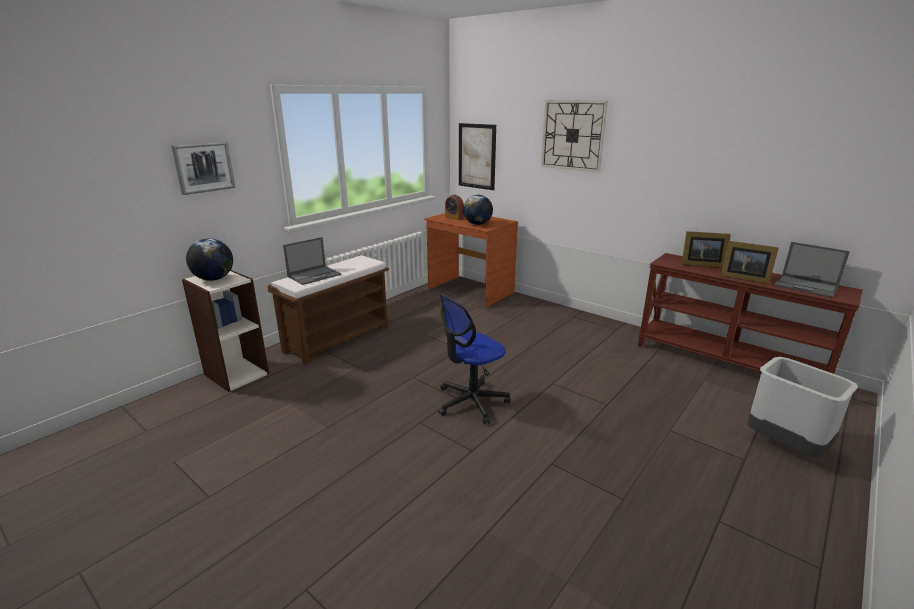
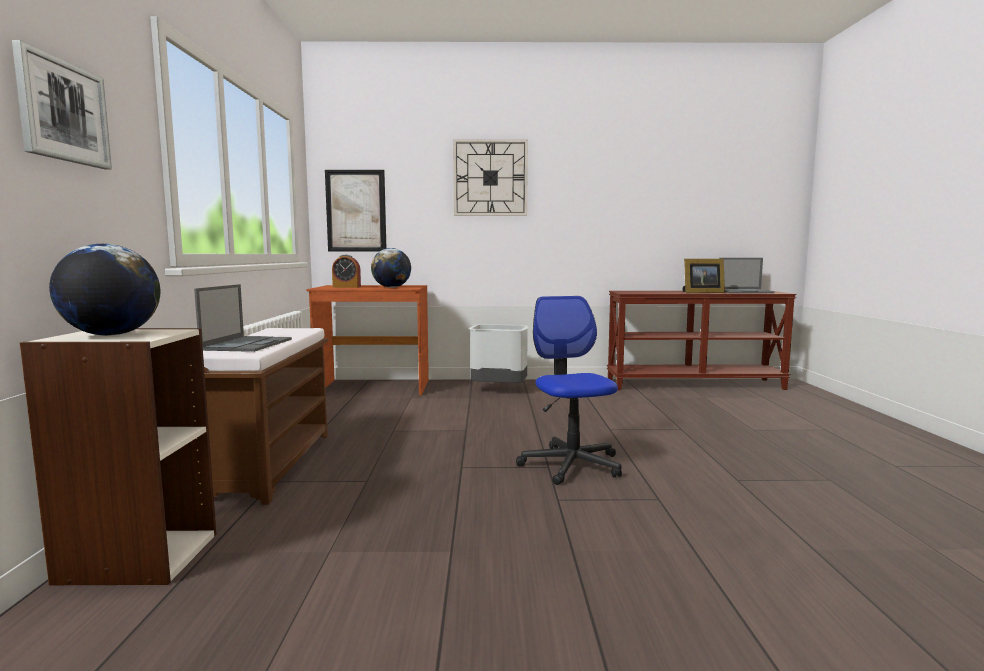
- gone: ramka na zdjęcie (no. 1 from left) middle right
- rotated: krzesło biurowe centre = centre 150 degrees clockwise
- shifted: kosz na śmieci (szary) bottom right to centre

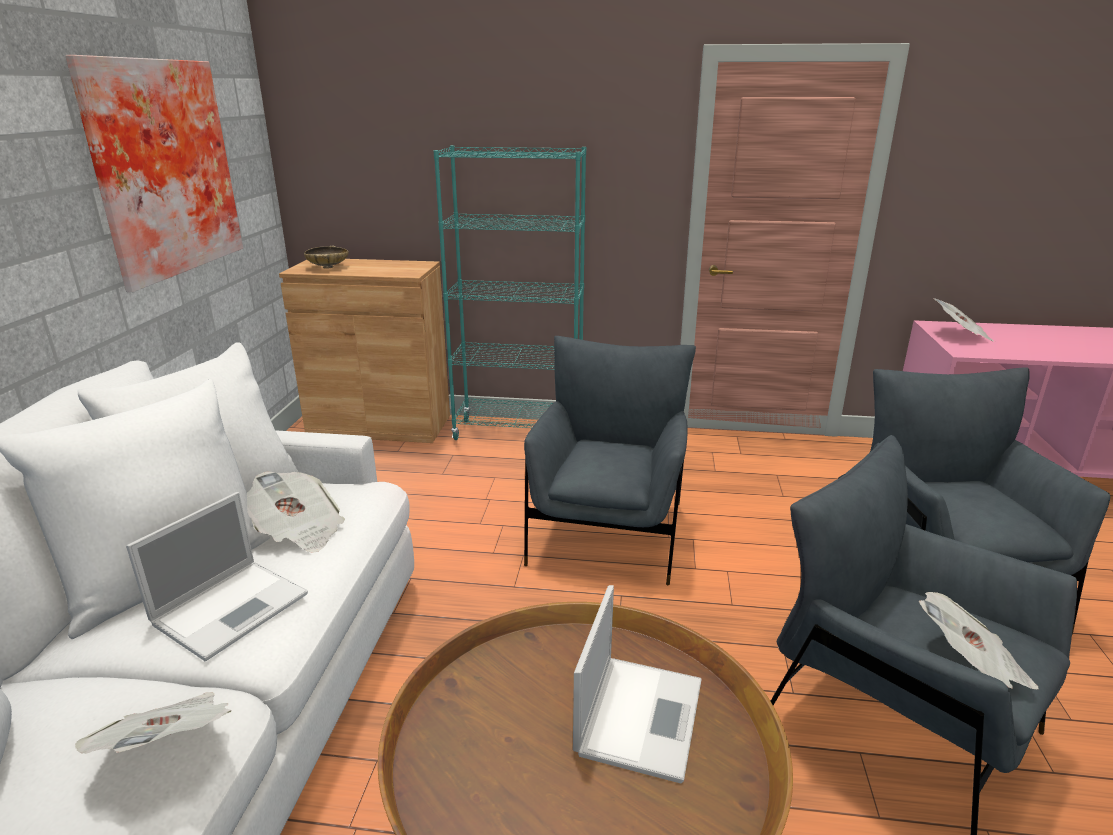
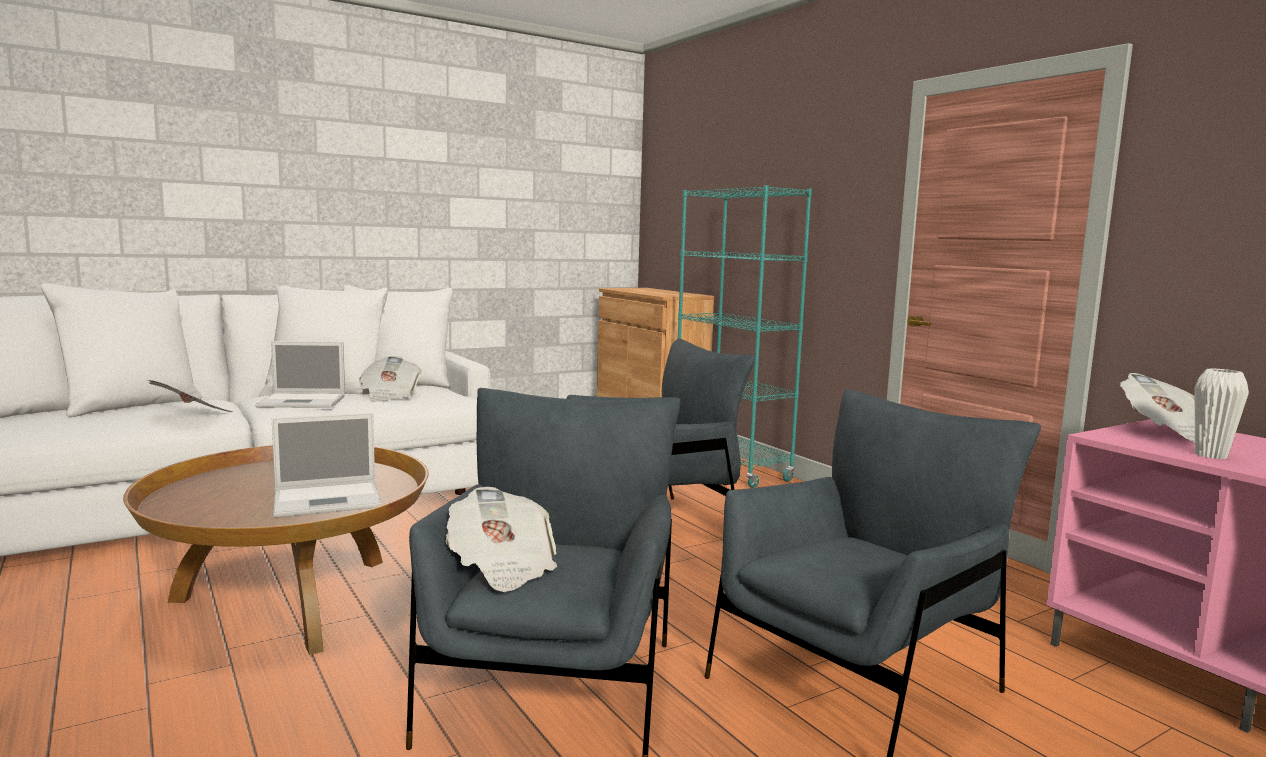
- gone: obraz top left
- gone: miska (beżowy) top left
- new: wazon (biały) middle right

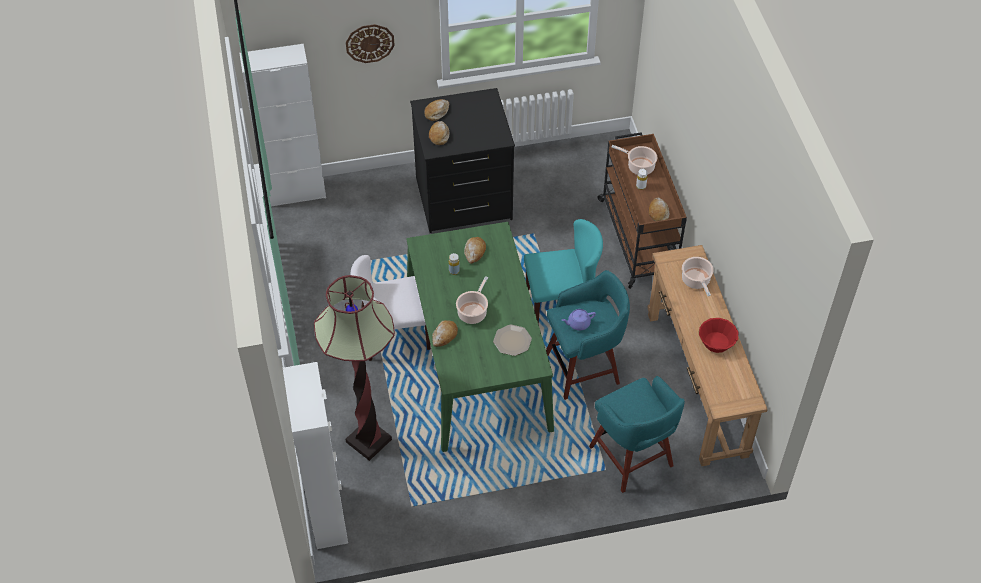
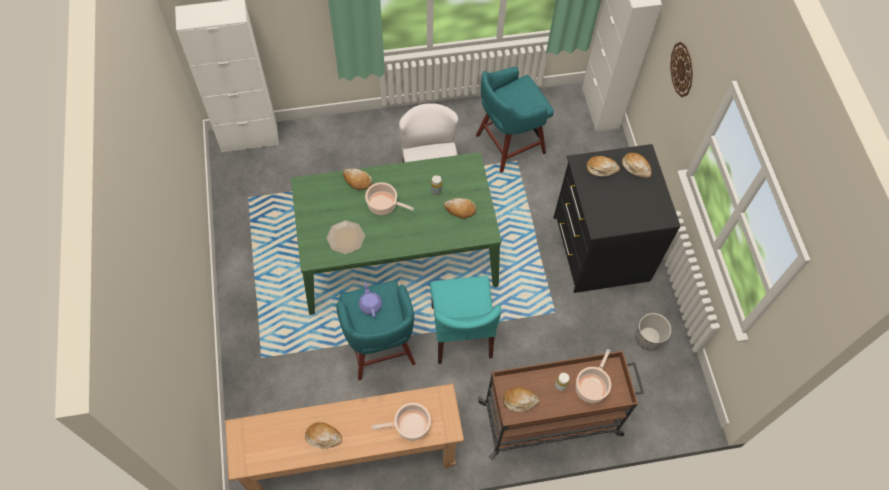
- gone: lampa stojąca centre
- swapped: miska (czerwony) middle right to chleb (no. 1 from left) bottom centre
- shifted: stołek (turkusowy) (no. 2 from left) bottom centre to top centre
- new: donica bottom right

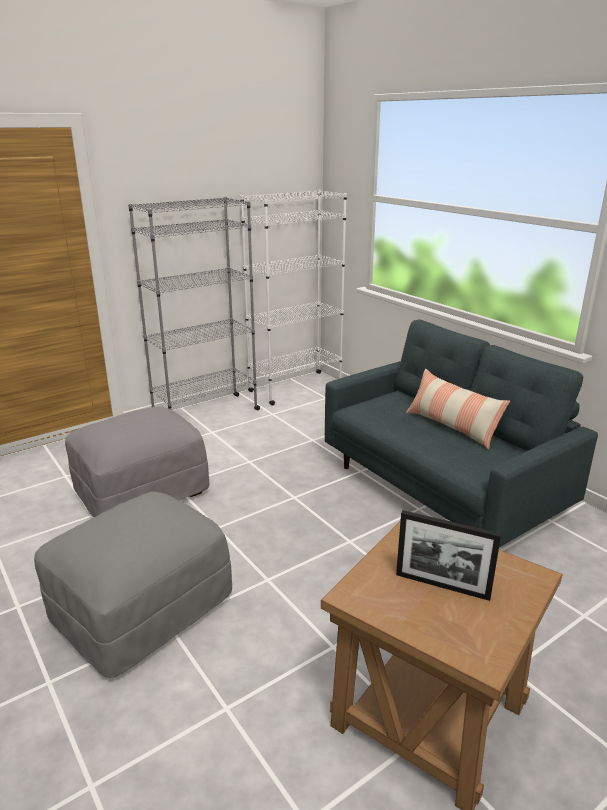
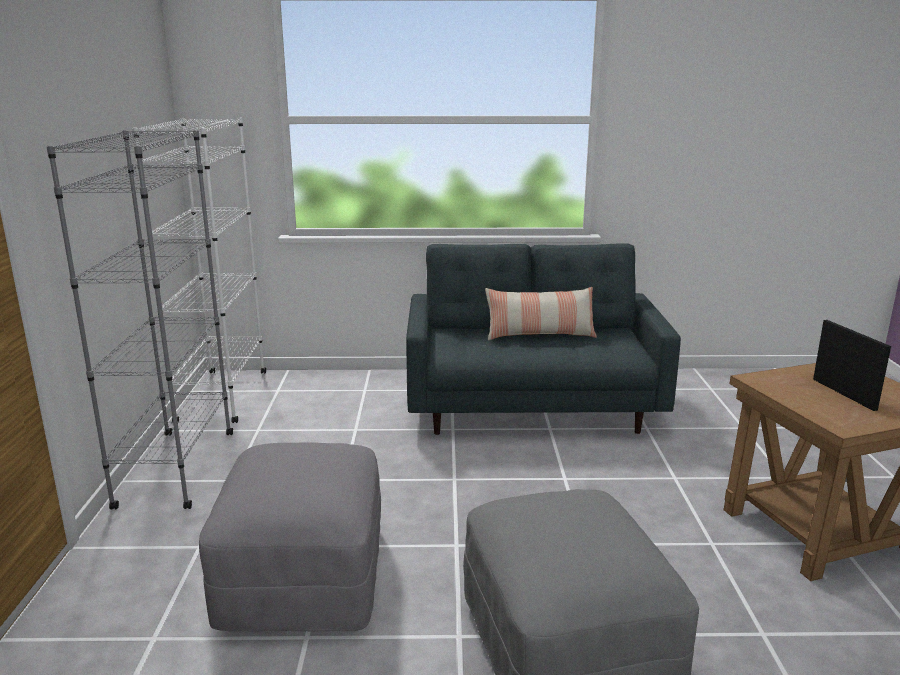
- rotated: ramka na zdjęcie bottom right = middle right 75 degrees counterclockwise

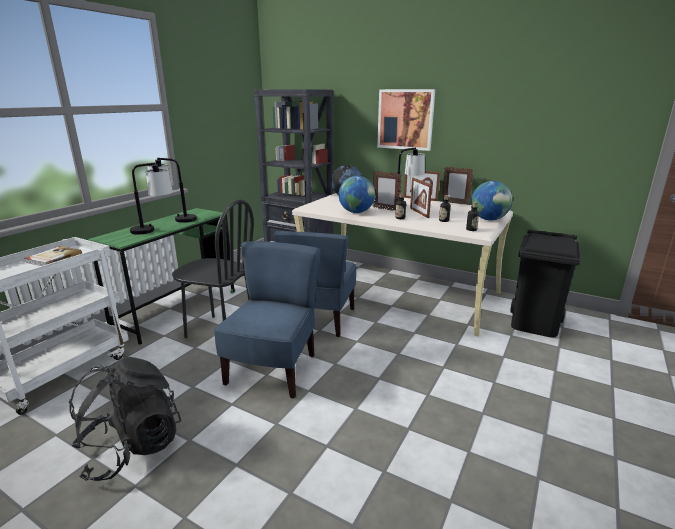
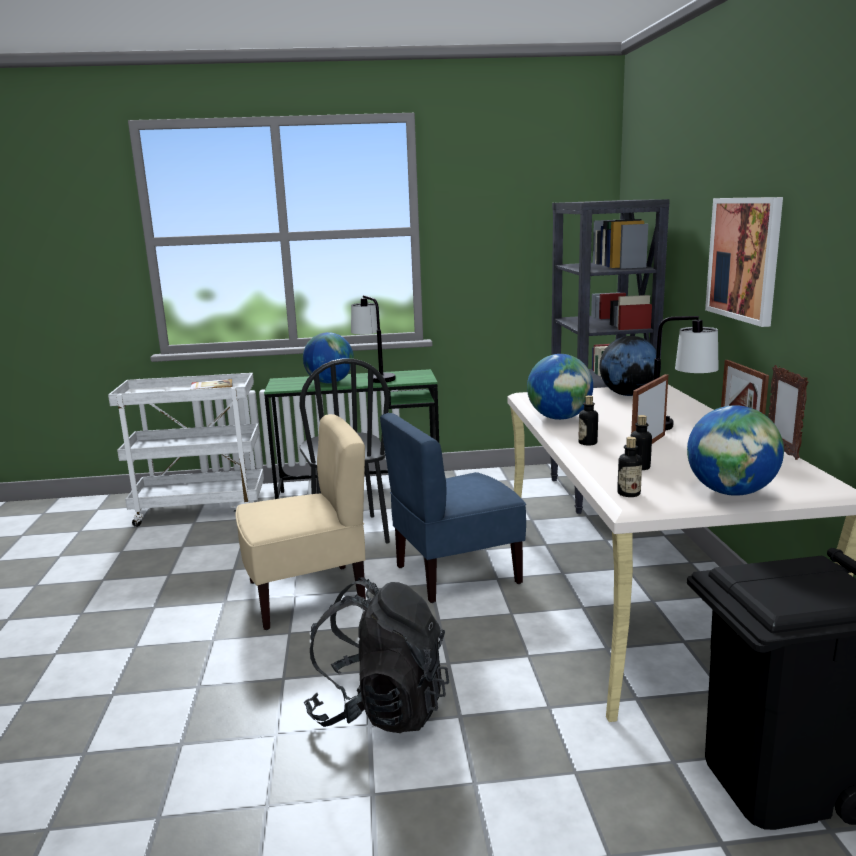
- swapped: lampa stołowa (no. 1 from left) middle left to globus (no. 1 from left) centre
- gone: ramka na zdjęcie (no. 1 from left) centre
- repainted: krzesło (niebieski) (no. 1 from left) centre to krzesło (beżowy) centre
- shifted: plecak (czarny) bottom left to bottom centre

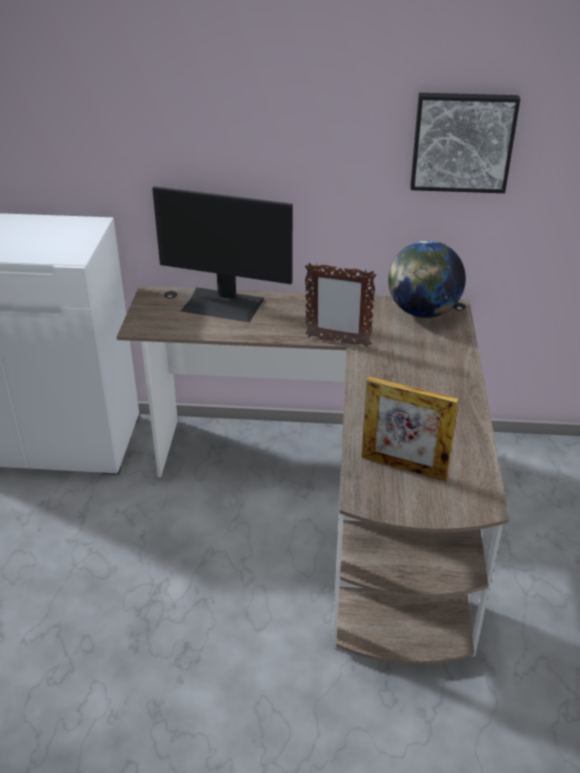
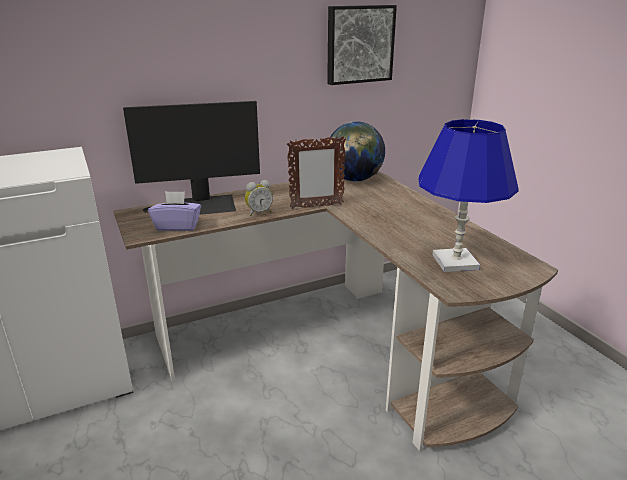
- swapped: ramka na zdjęcie (no. 2 from left) middle right to lampa stołowa (niebieski) middle right
- new: budzik centre
- new: pudełko chusteczek (fioletowy) middle left

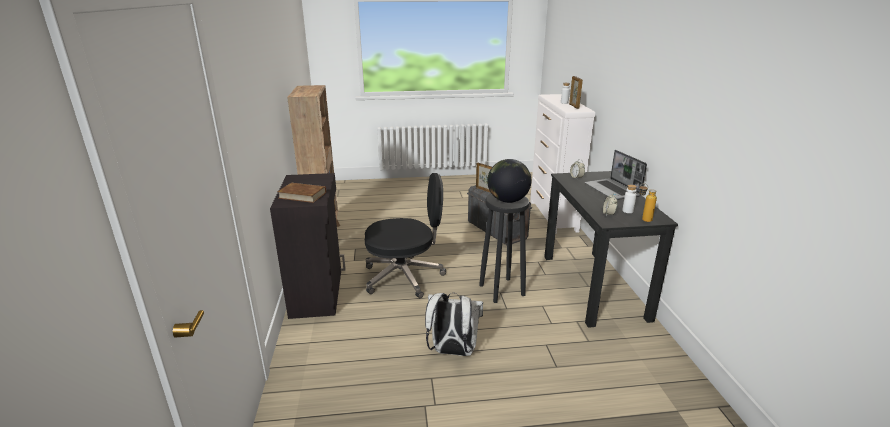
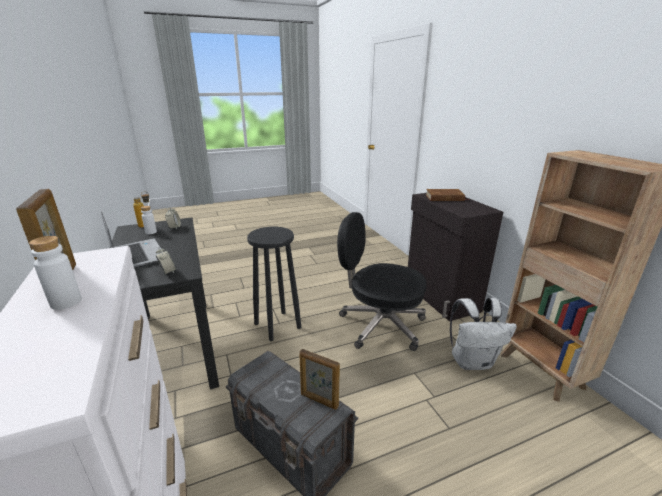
- gone: globus centre
- rotated: krzesło biurowe (czarny) centre = centre 45 degrees clockwise
- shifted: plecak (biały) bottom centre to bottom right

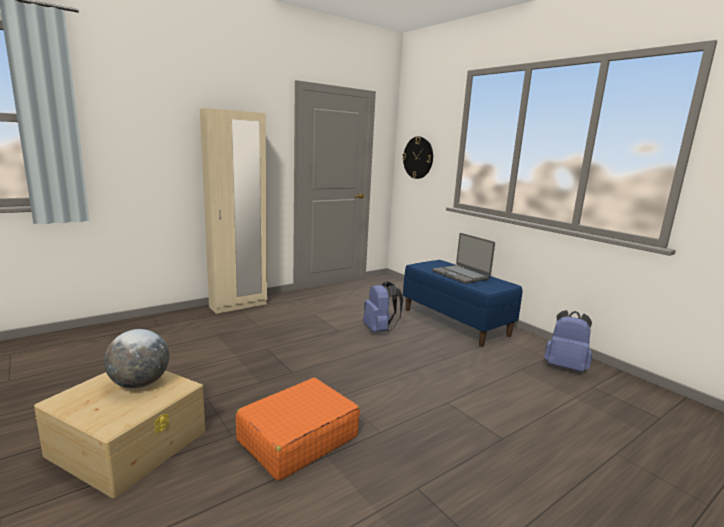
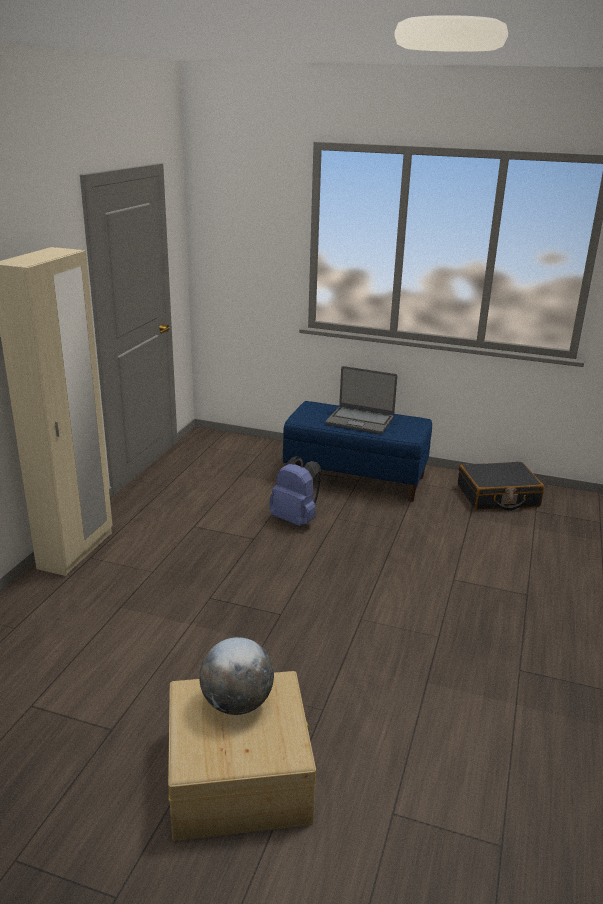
- gone: zegar ścienny top centre
- swapped: plecak (niebieski) (no. 2 from left) middle right to walizka (czarny) middle right
- gone: walizka (pomarańczowy) bottom centre

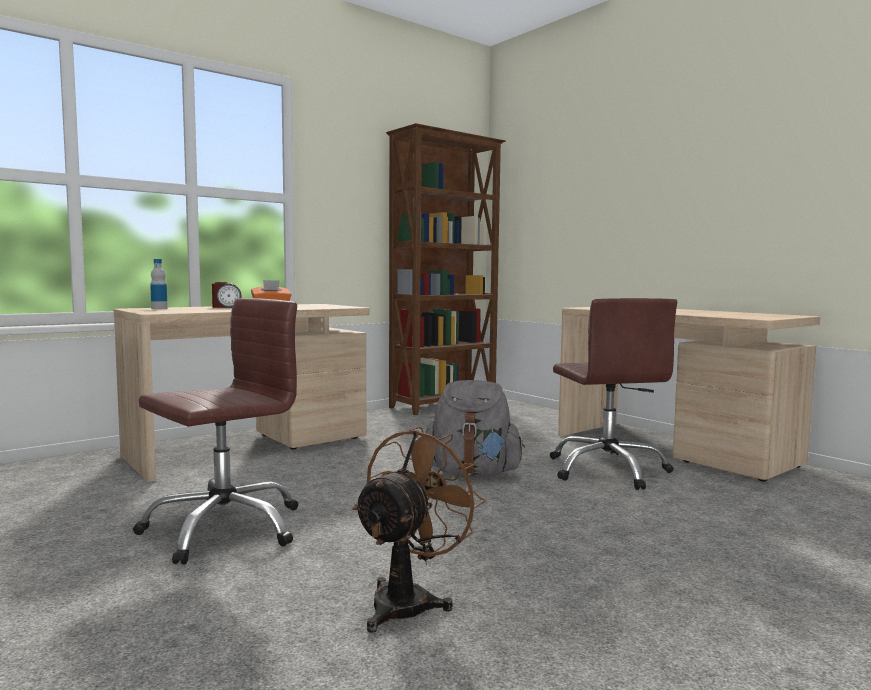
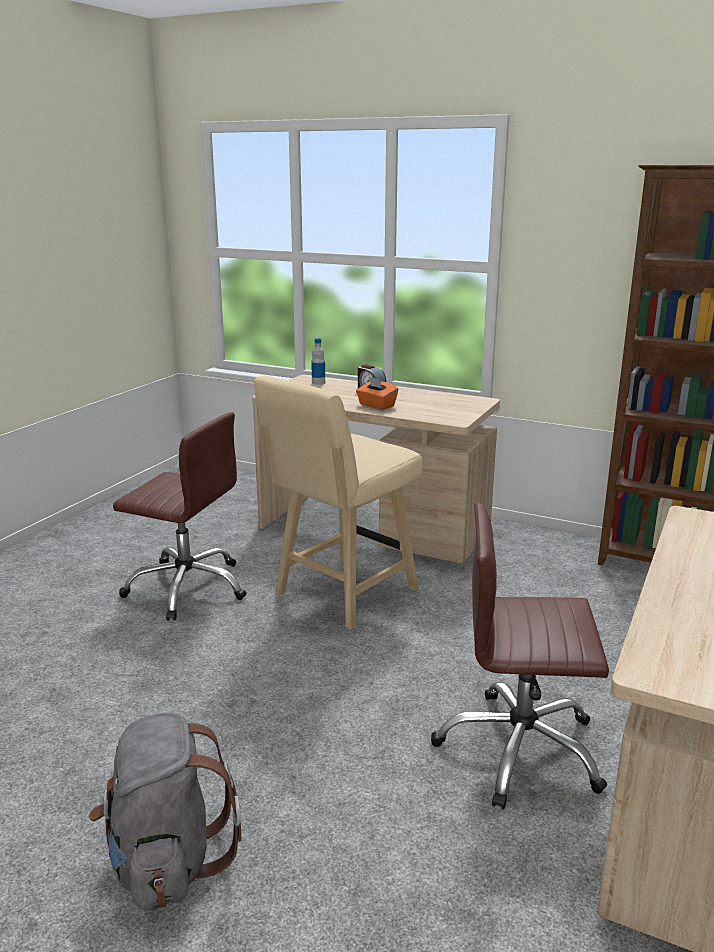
- rotated: krzesło biurowe (brązowy) (no. 2 from left) middle right = bottom right 45 degrees clockwise
- shifted: plecak (szary) centre to bottom left
- gone: wentylator (brązowy) bottom centre
- new: stołek (beżowy) centre

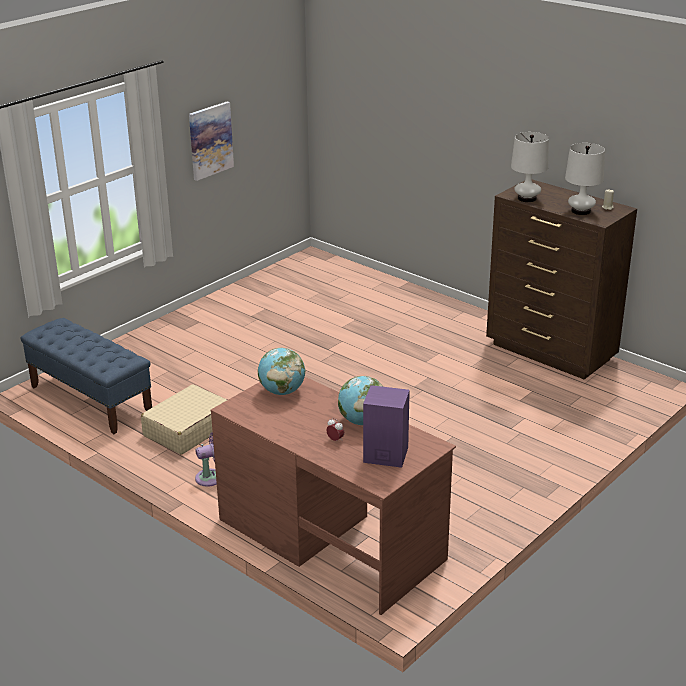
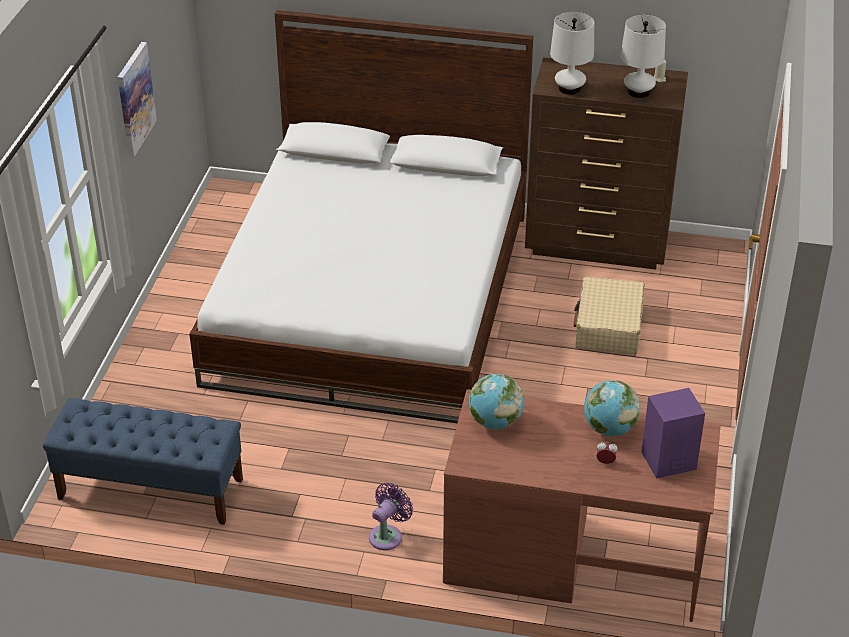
- shifted: walizka (beżowy) middle left to middle right
- new: łóżko centre

